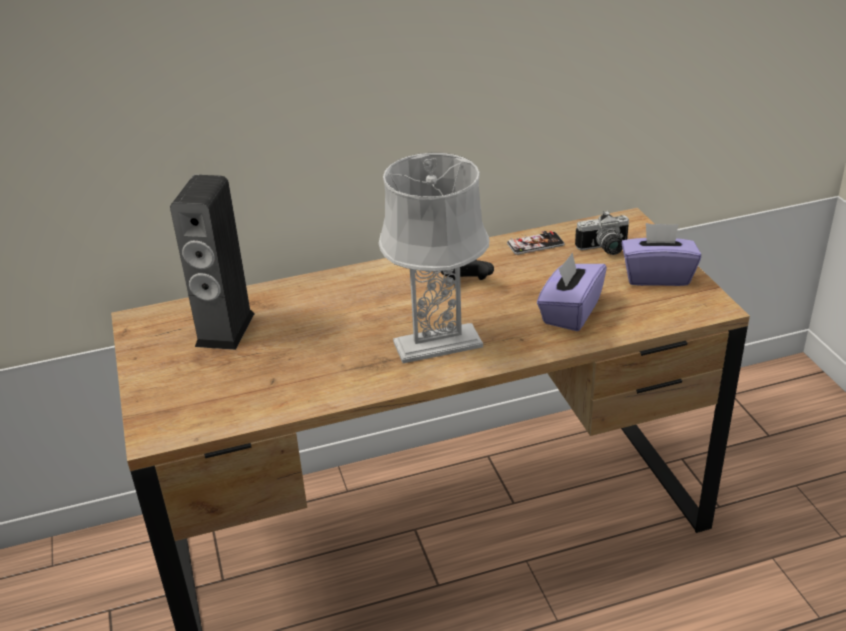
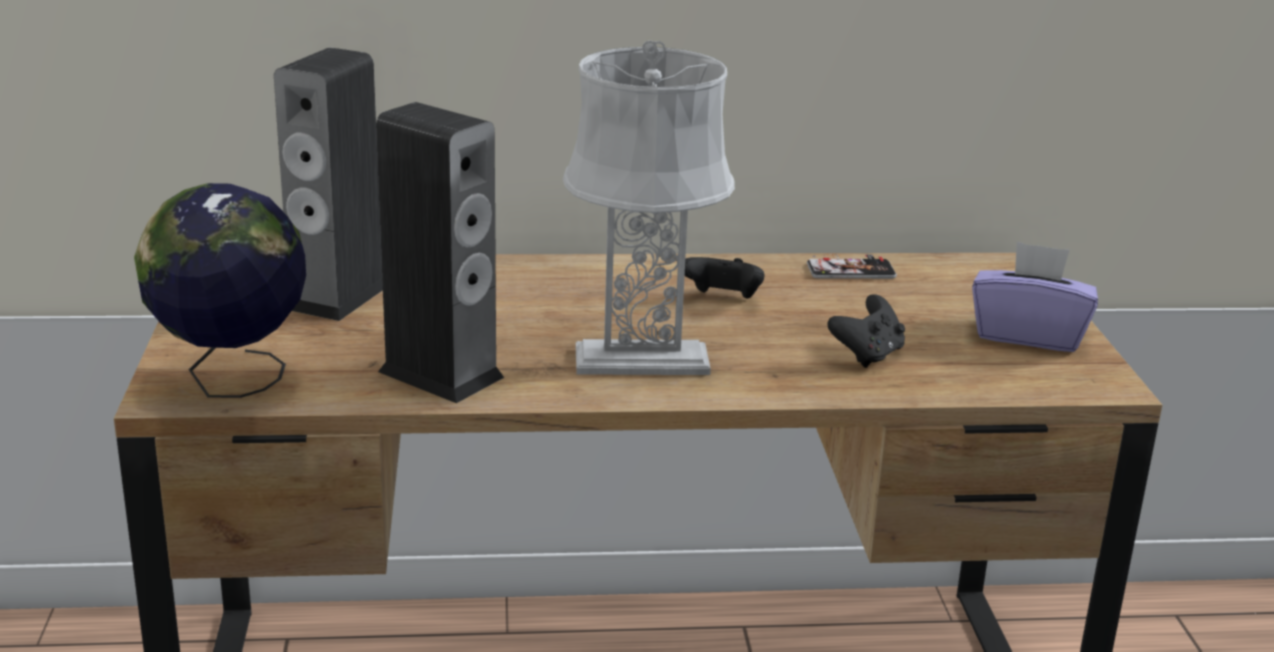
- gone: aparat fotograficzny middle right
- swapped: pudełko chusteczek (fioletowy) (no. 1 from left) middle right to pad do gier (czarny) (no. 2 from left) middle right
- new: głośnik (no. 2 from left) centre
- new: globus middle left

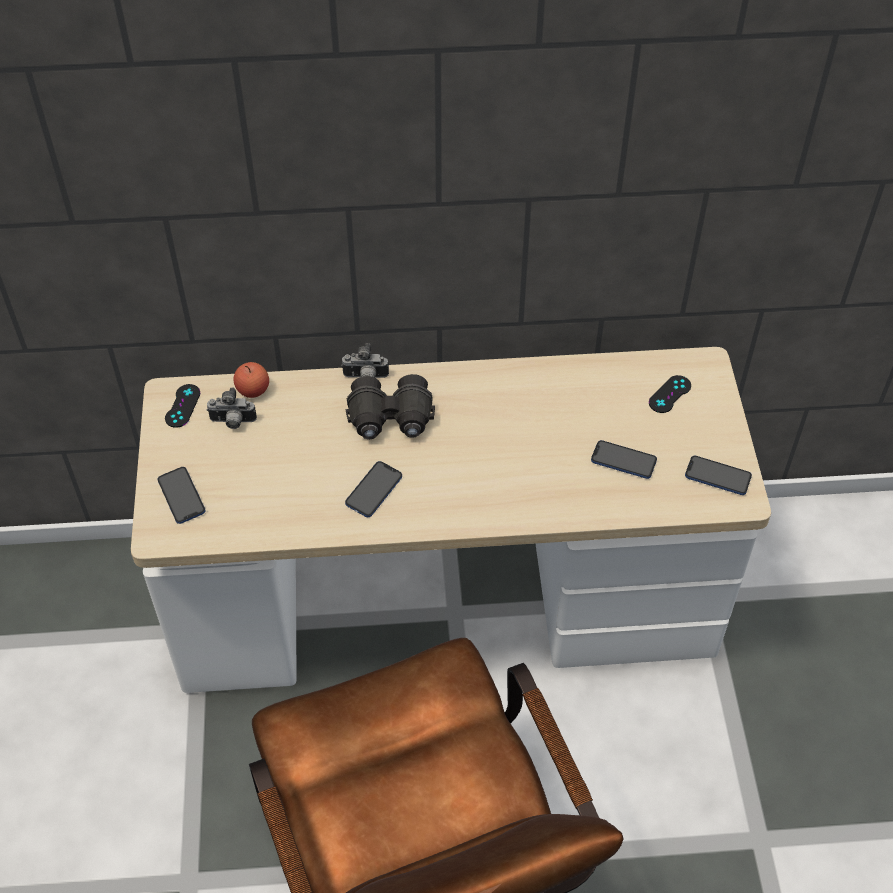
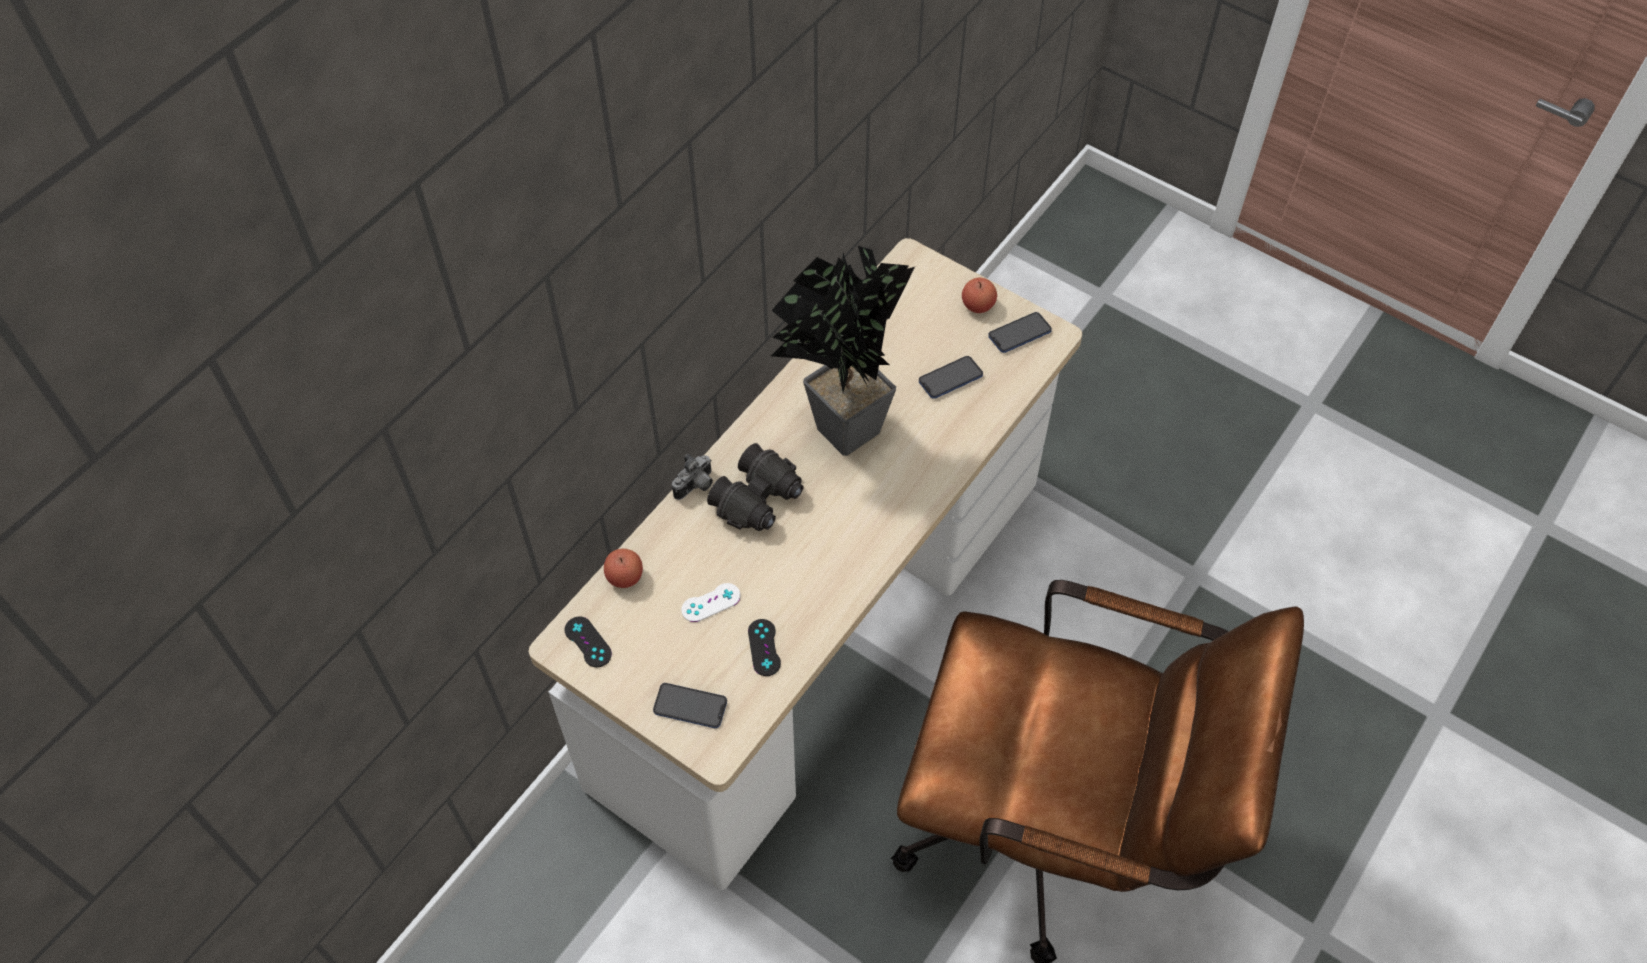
- shifted: pad do gier (czarny) (no. 2 from left) middle right to bottom centre
- gone: aparat fotograficzny (no. 1 from left) middle left
- gone: telefon (no. 2 from left) centre
- new: roślina doniczkowa centre
- new: jabłko (no. 2 from left) top centre
- new: pad do gier (biały) centre

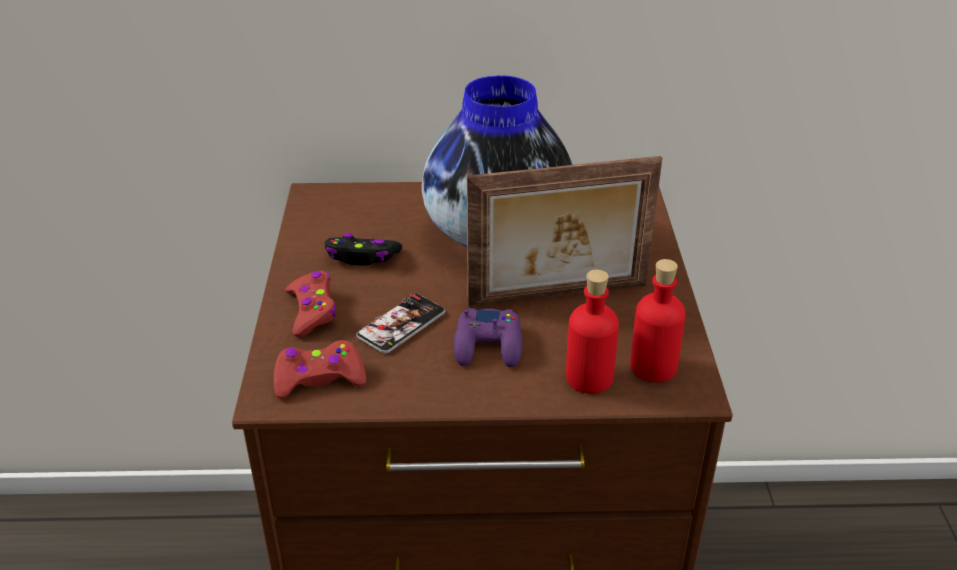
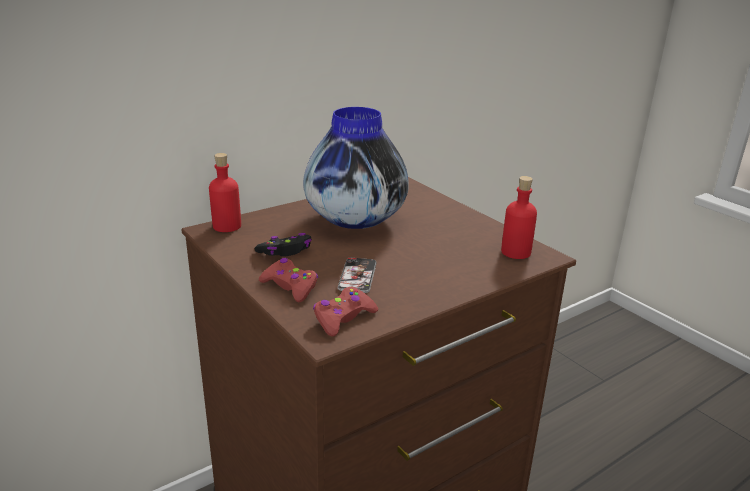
- gone: ramka na zdjęcie centre
- shifted: butelka (czerwony) (no. 1 from left) centre to middle left
- gone: pad do gier (fioletowy) centre

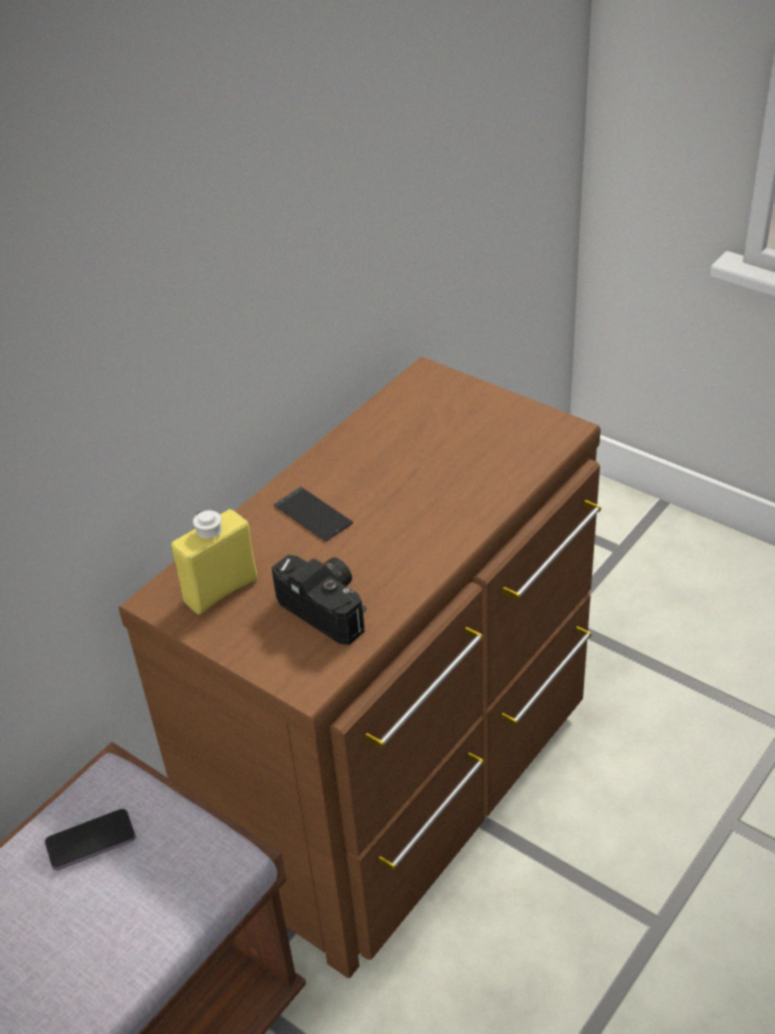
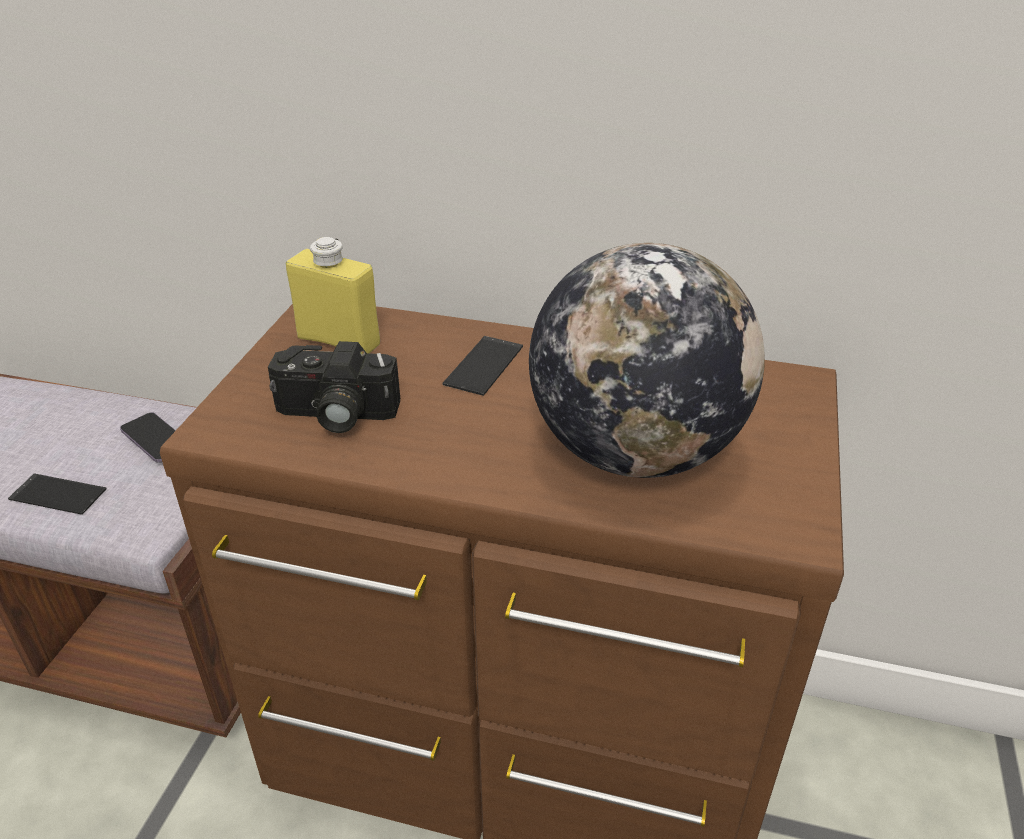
- rotated: aparat fotograficzny centre = middle left 75 degrees clockwise
- new: globus centre
- new: telefon (no. 1 from left) middle left

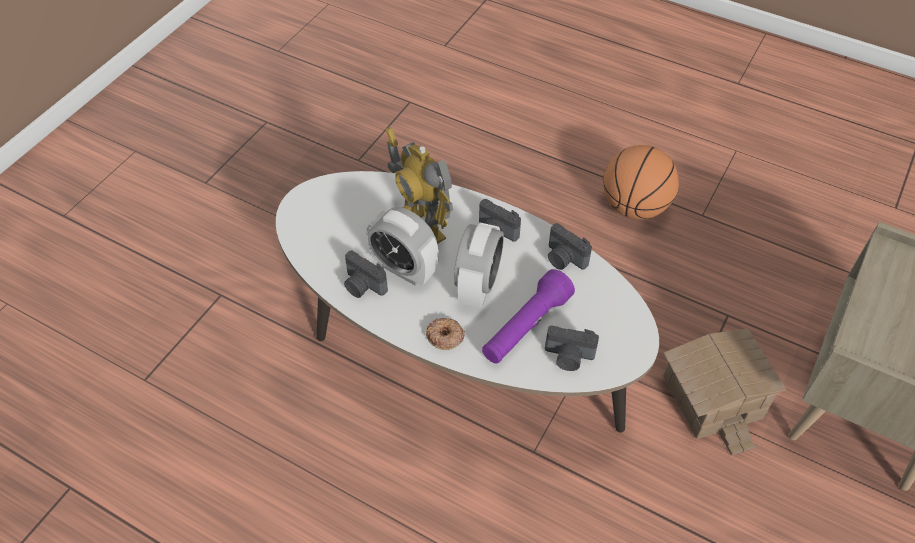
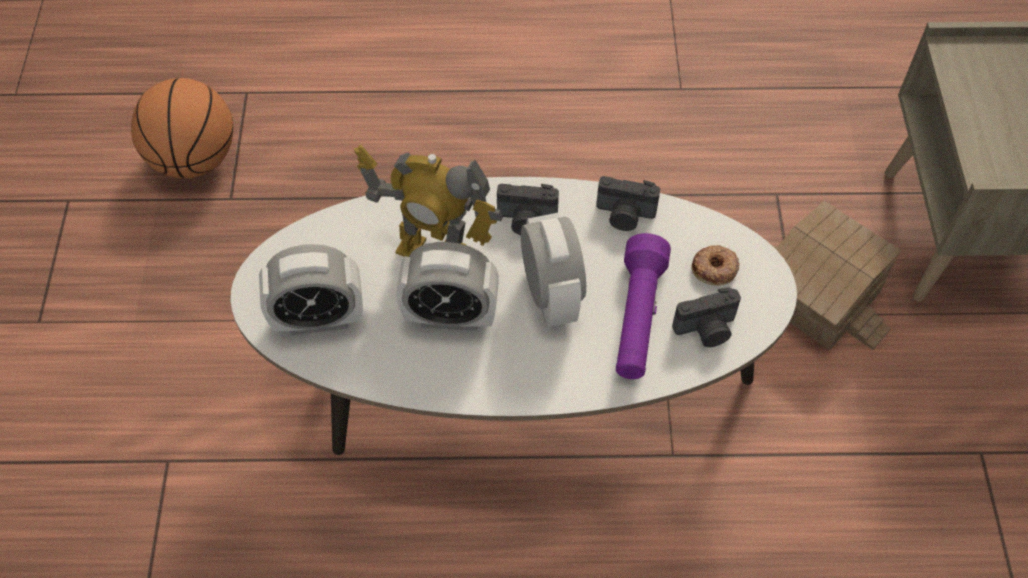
- shifted: piłka do koszykówki middle right to top left
- gone: aparat fotograficzny (no. 1 from left) centre
- shifted: donut centre to middle right
- new: budzik (no. 1 from left) middle left

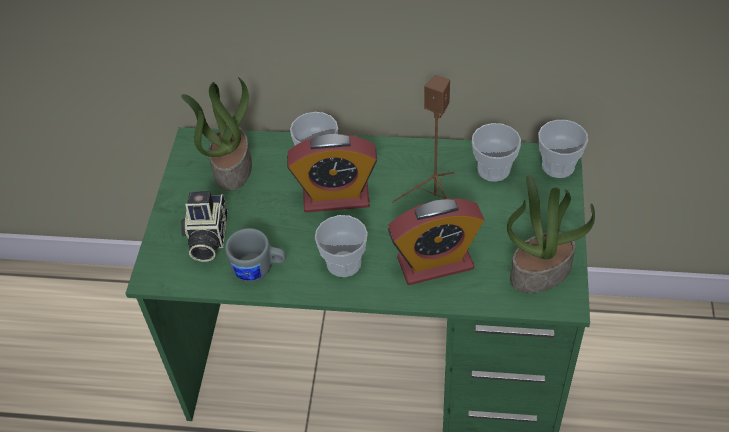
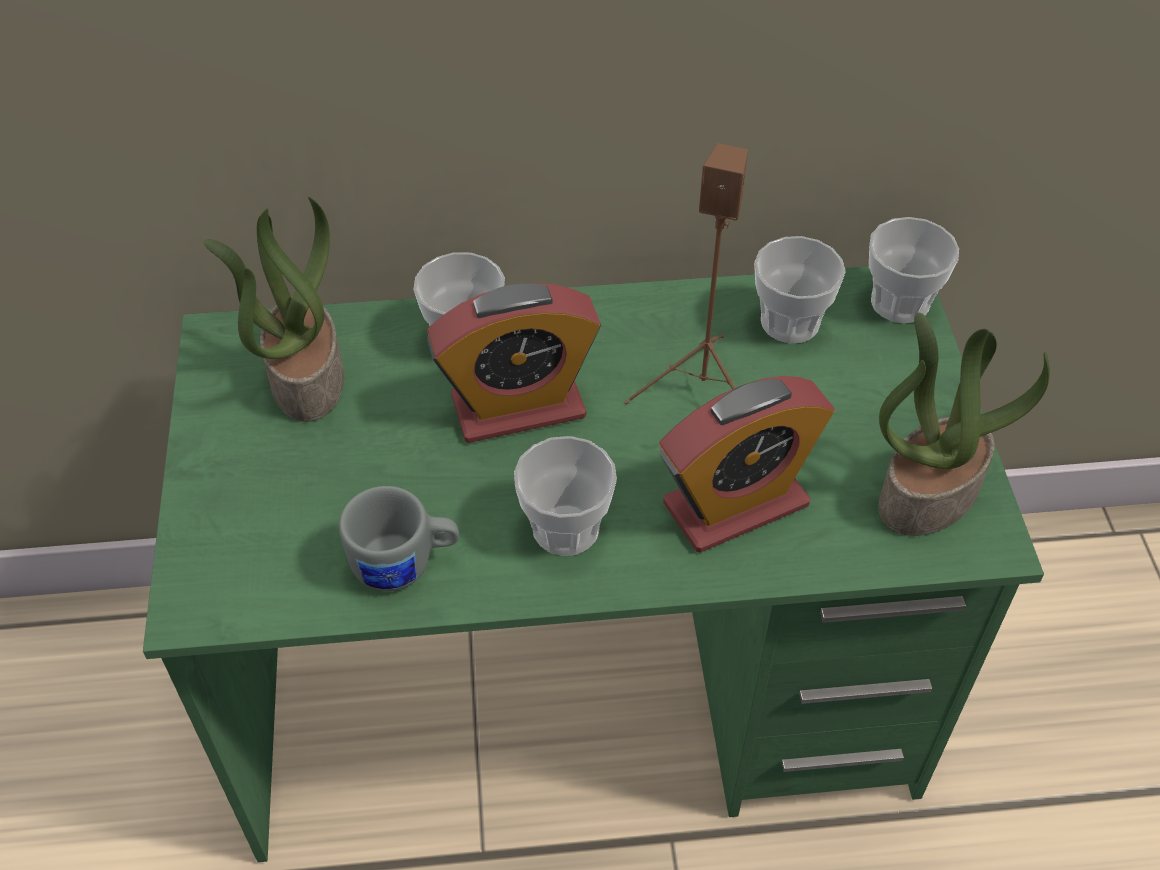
- gone: aparat fotograficzny middle left

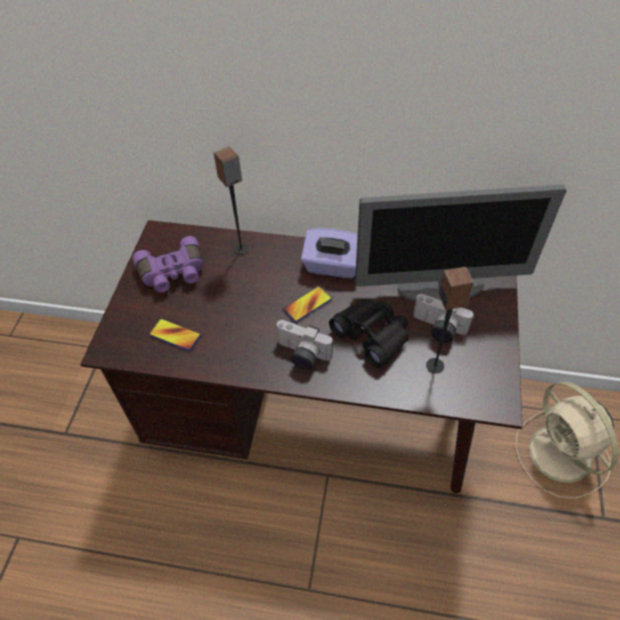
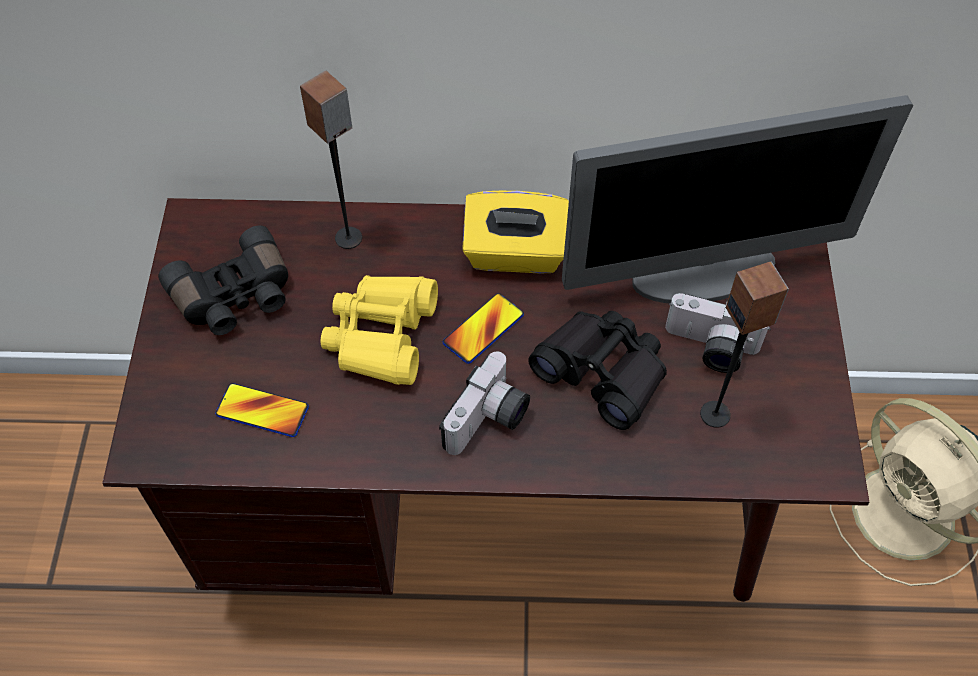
- repainted: pudełko chusteczek (fioletowy) centre to pudełko chusteczek (żółty) centre
- repainted: lornetka (fioletowy) middle left to lornetka (czarny) (no. 1 from left) middle left
- rotated: aparat fotograficzny (no. 1 from left) centre = centre 75 degrees counterclockwise
- new: lornetka (żółty) centre

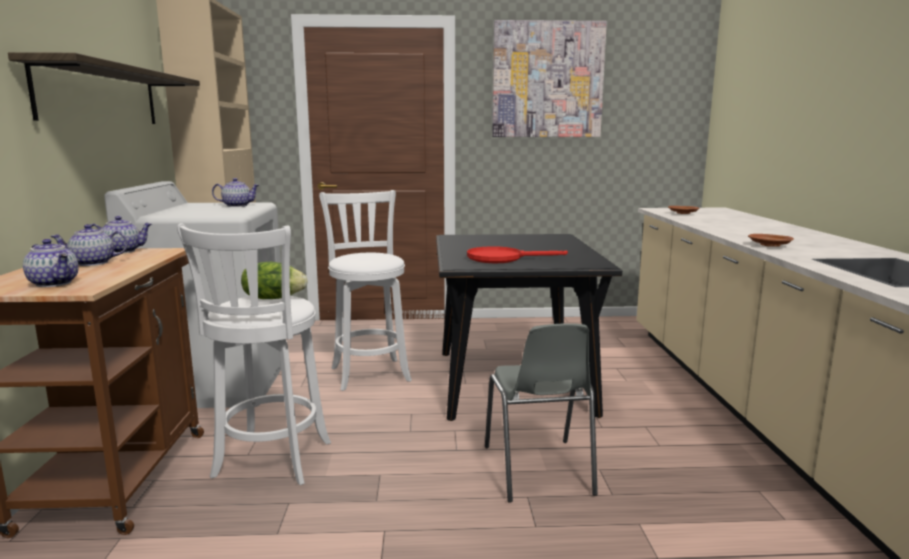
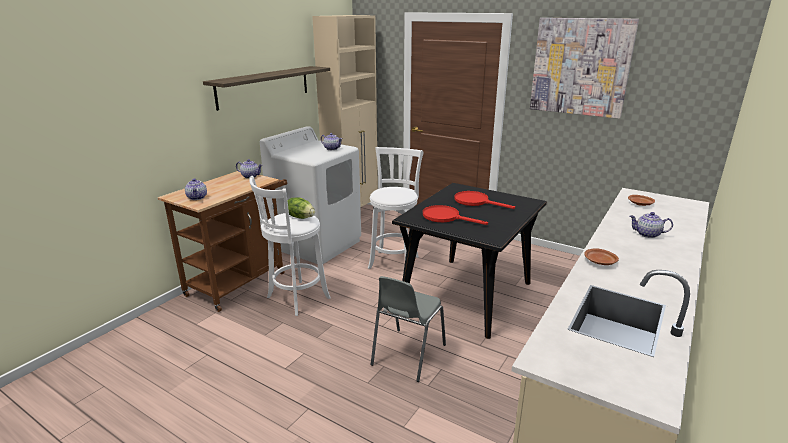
- shifted: imbryk (no. 2 from left in the first image) middle left to imbryk (no. 4 from left) middle right
- new: patelnia (czerwony) (no. 2 from left) centre

